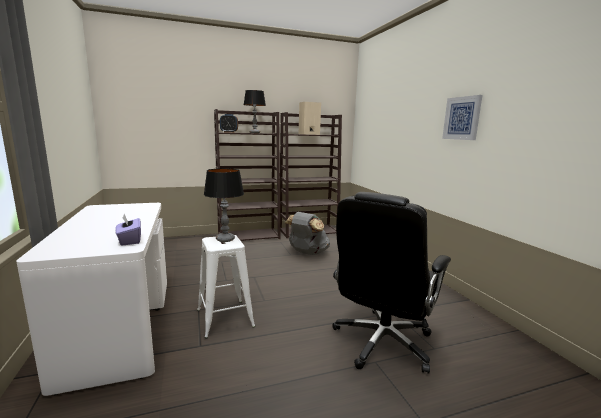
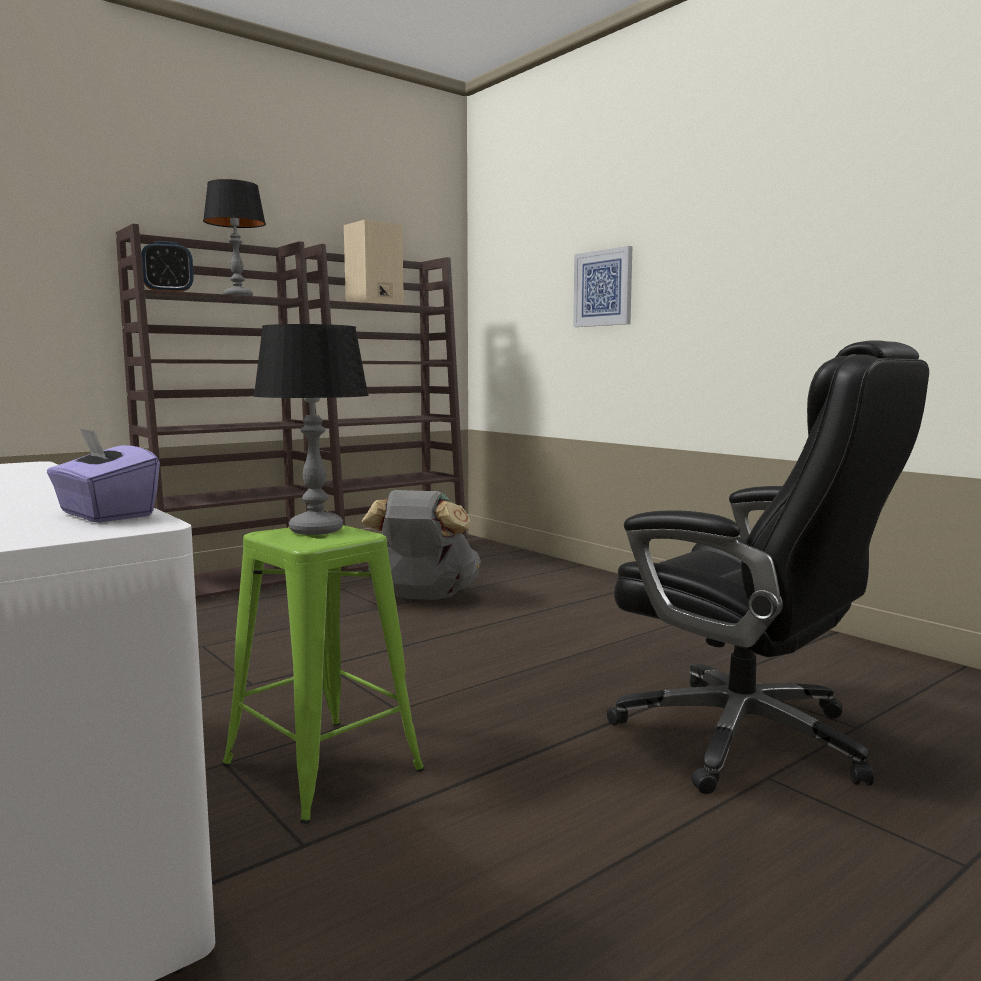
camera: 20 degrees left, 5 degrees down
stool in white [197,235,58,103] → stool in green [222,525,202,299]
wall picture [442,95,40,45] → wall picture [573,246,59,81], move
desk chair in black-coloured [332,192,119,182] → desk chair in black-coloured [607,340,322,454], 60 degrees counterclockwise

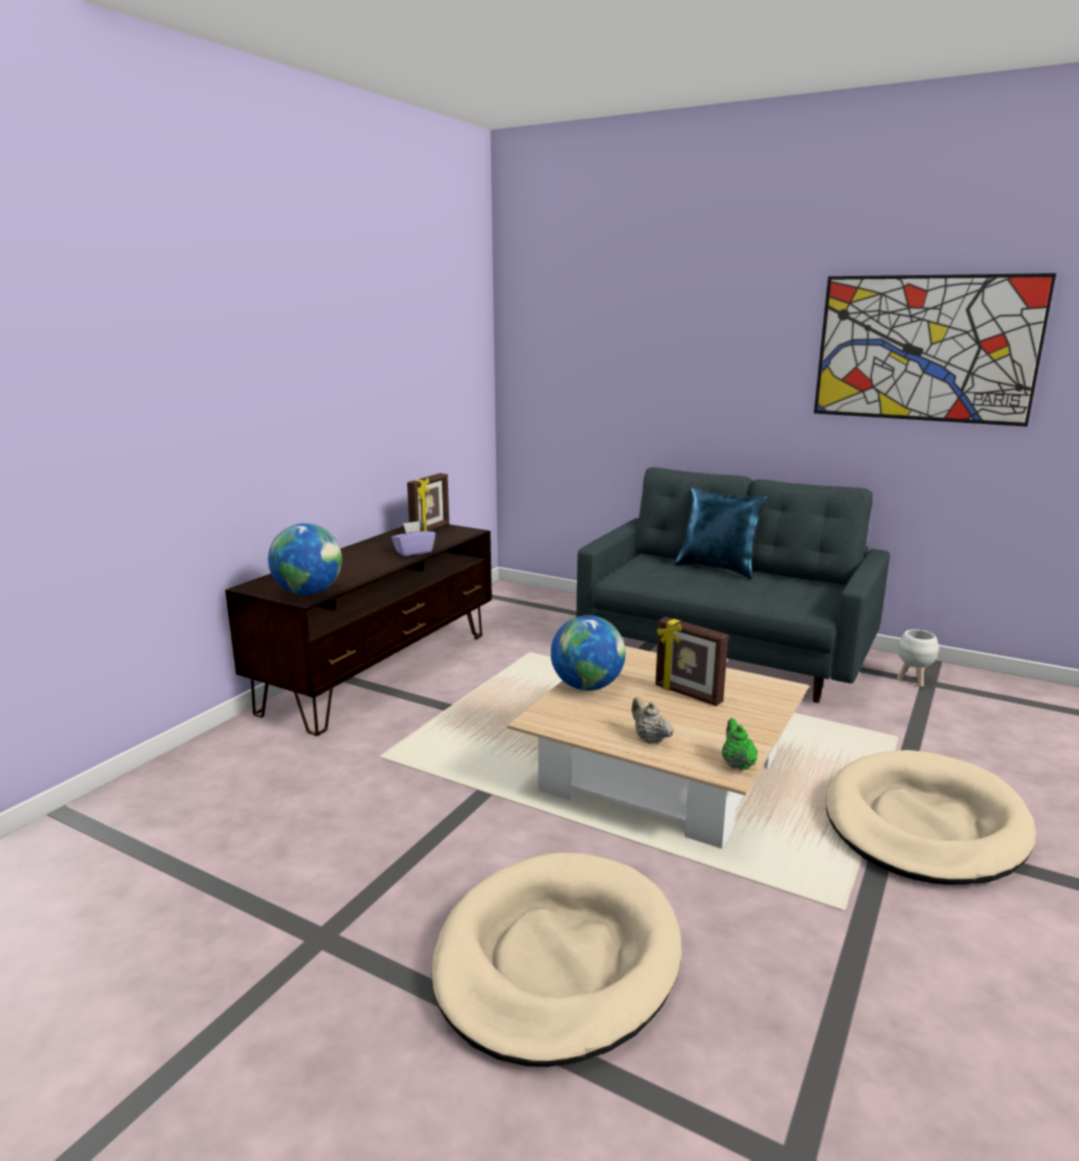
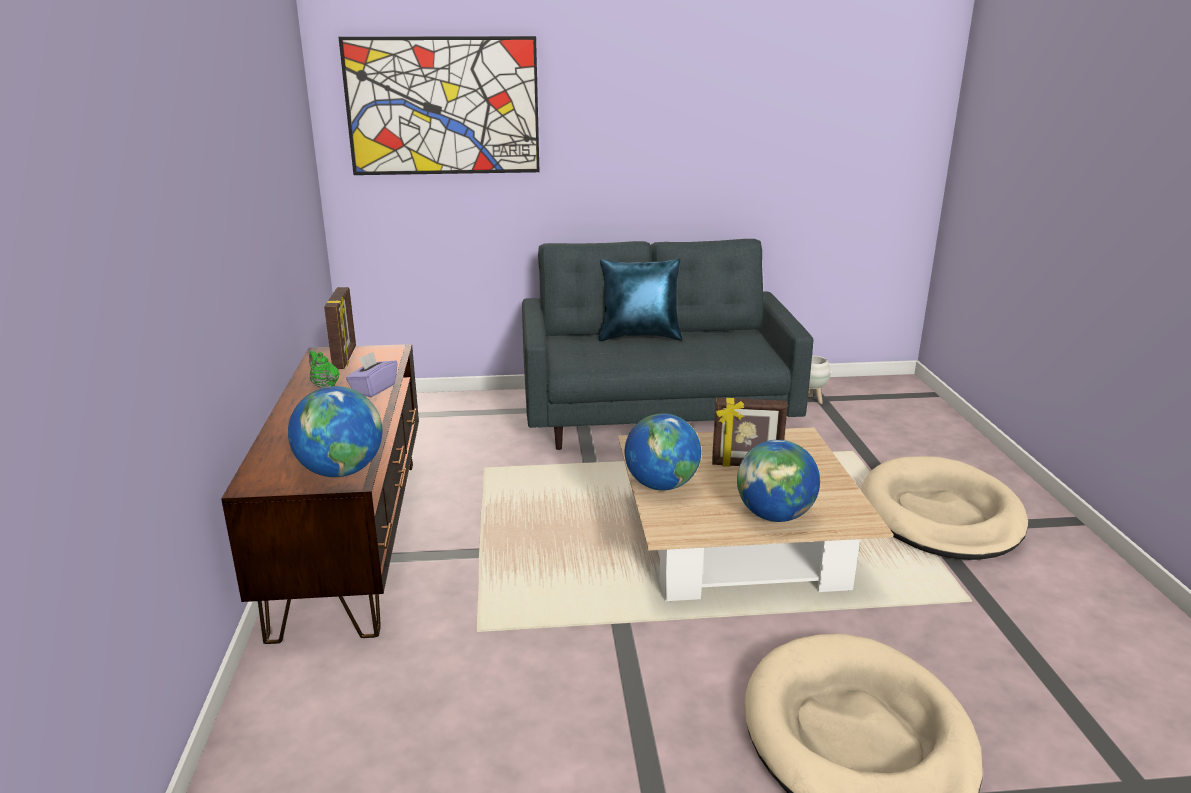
camera: 35 degrees left, 5 degrees up
pot for tea in green [722,718,36,53] → pot for tea in green [309,351,30,37], move
wall picture [814,273,242,154] → wall picture [339,36,200,139], move
pot for tea in beige-coloured [632,697,42,47] → globe [737,440,83,82]

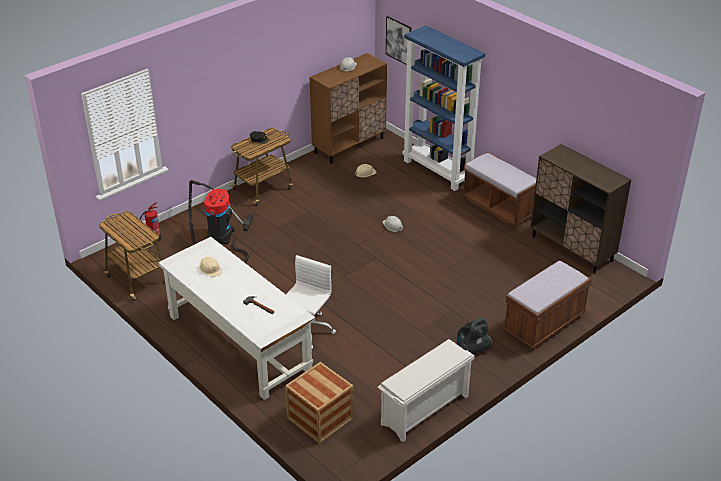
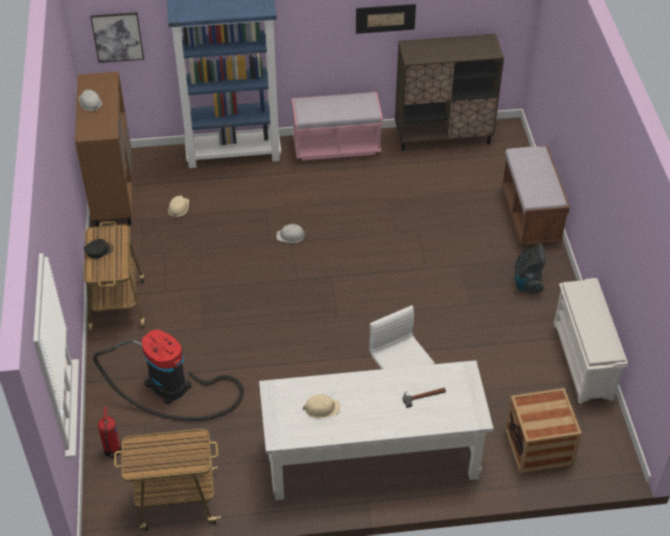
camera: 55 degrees left, 10 degrees up
bench in brown-coloured [462,152,74,75] → bench in pinkish [292,92,91,69]
- → wall picture [356,4,60,30]

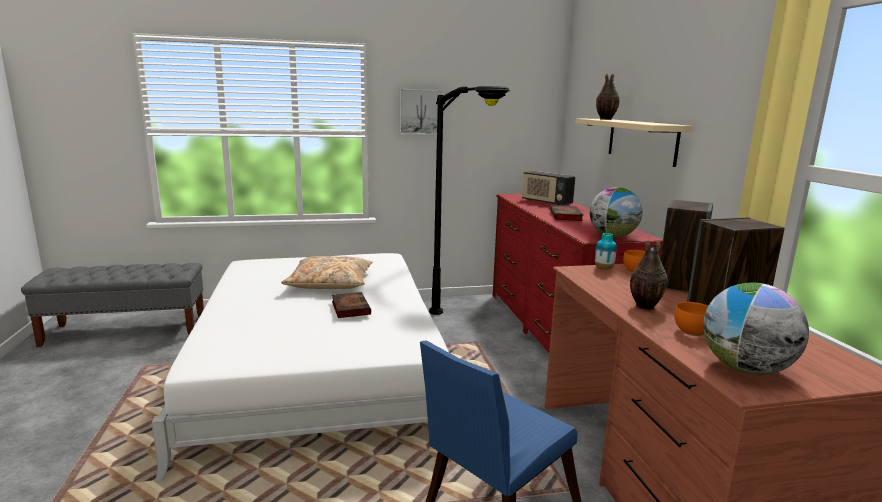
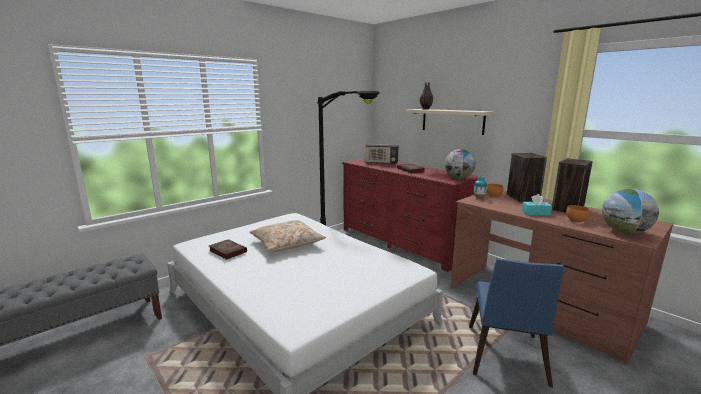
camera: 30 degrees left, 0 degrees up
book [332,292,39,26] → book [209,239,38,21], move
vase [630,241,38,69] → tissue box in blue-green [522,194,30,22]
wall picture [399,89,45,46] → -

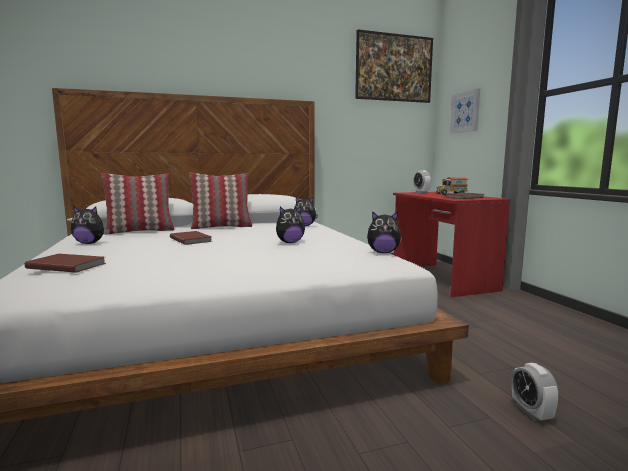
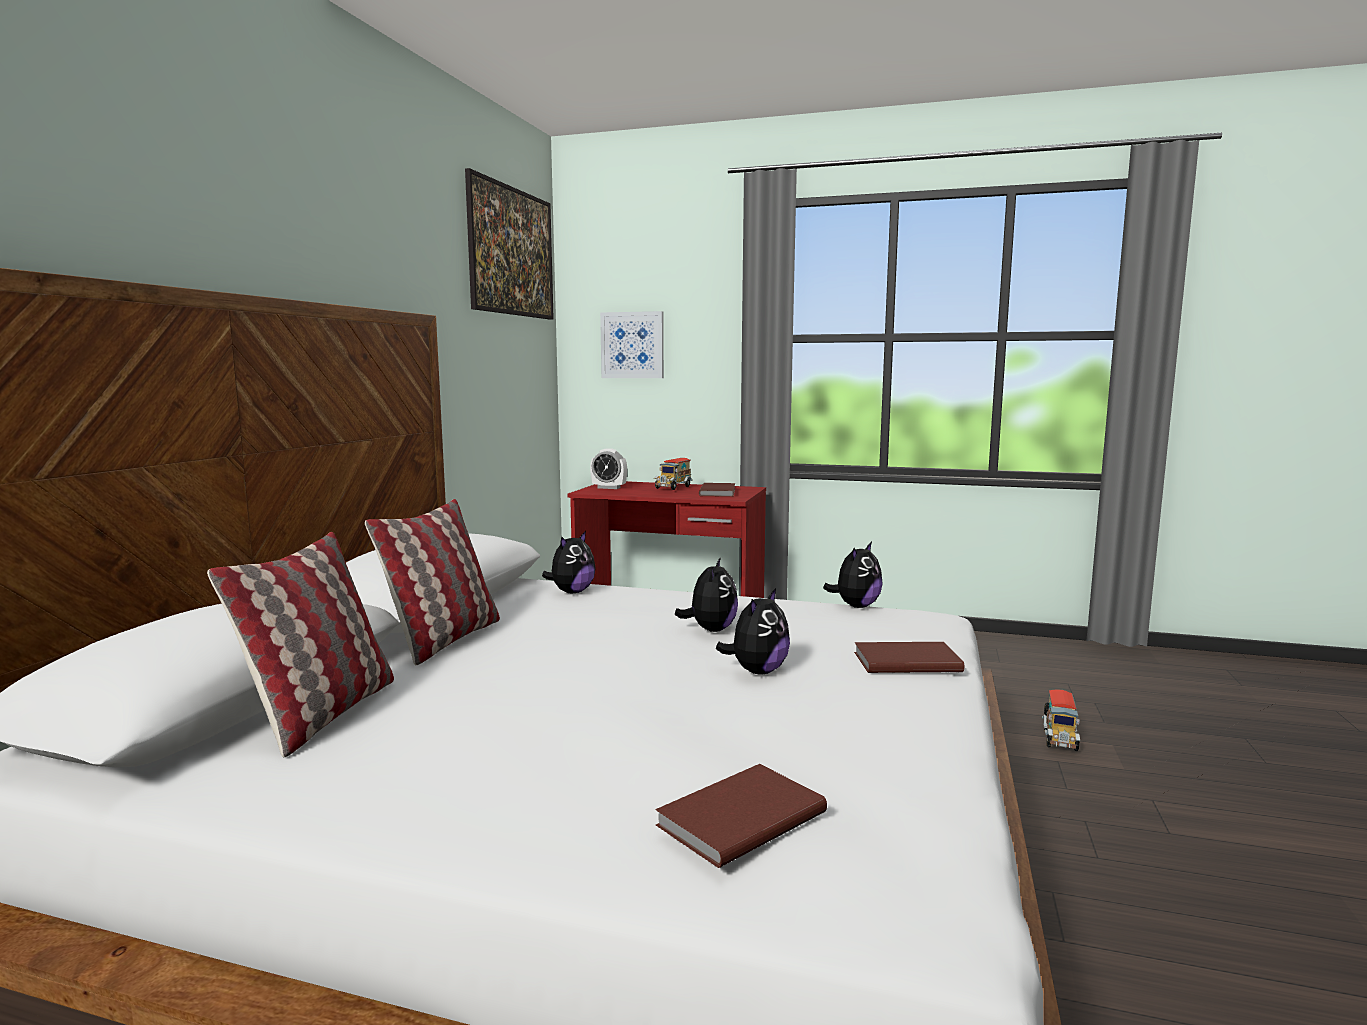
camera: 55 degrees left, 0 degrees up
soft toy [71,206,39,38] → soft toy [716,588,74,86], move
book in brown-coloured [170,231,42,14] → book in brown-coloured [854,642,110,31], move
bedside clock [512,363,46,58] → toy lorry [1042,689,38,62]

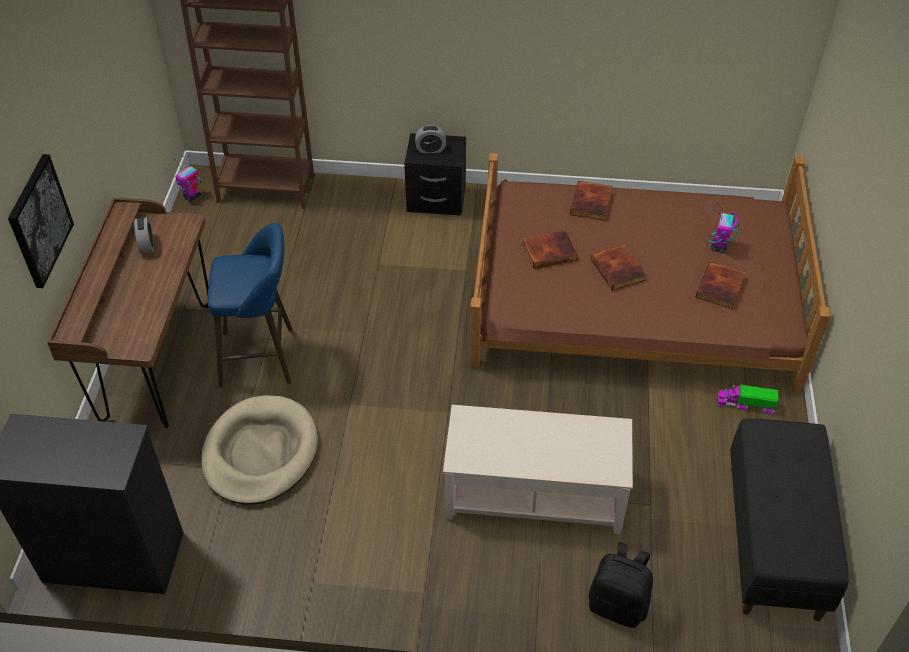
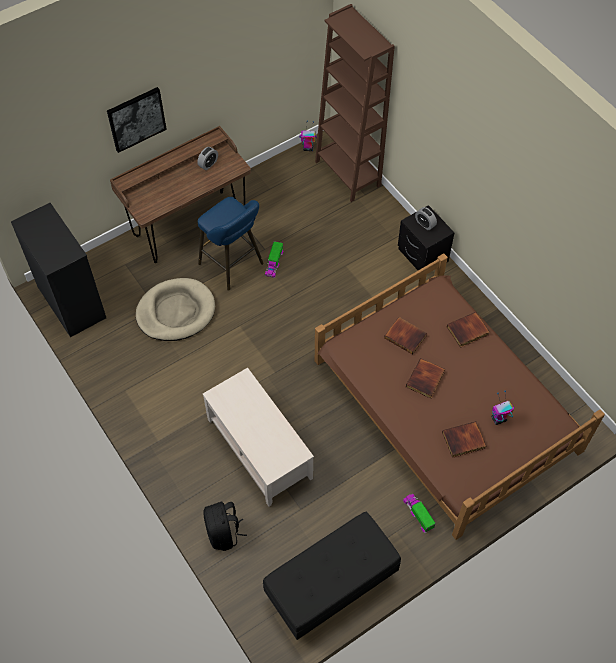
camera: 50 degrees right, 10 degrees up
- → toy lorry [265,241,18,37]

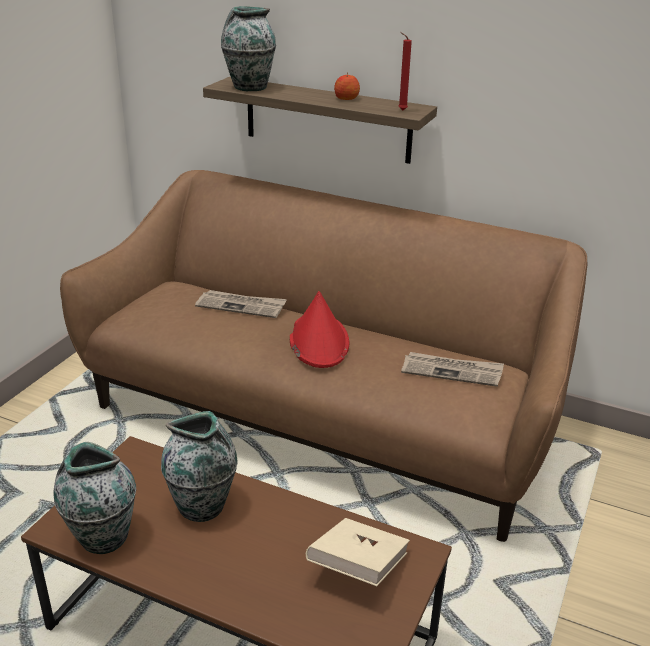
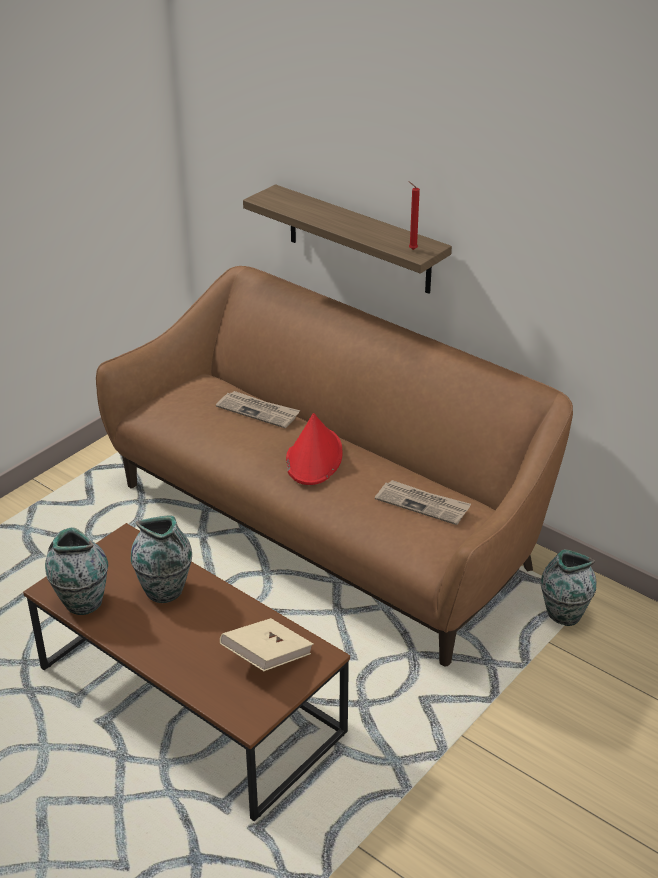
camera: 15 degrees right, 5 degrees up
vase [221,6,55,85] → vase [541,549,55,77], move
apple fruit [334,72,26,28] → -

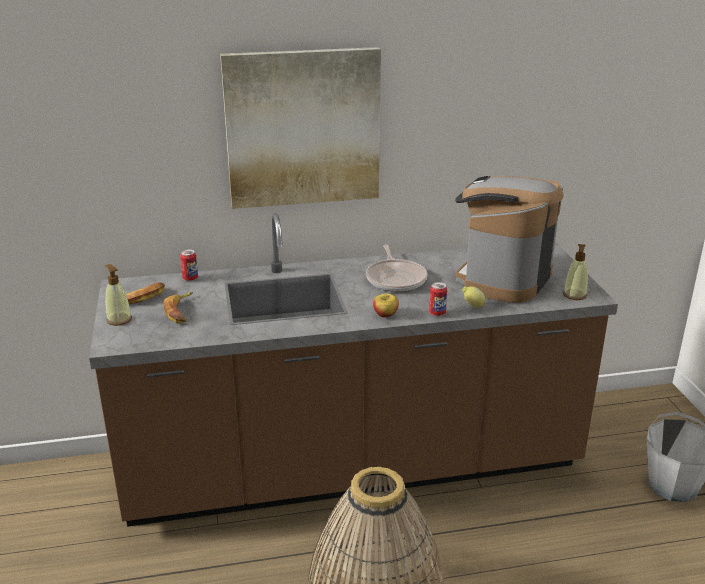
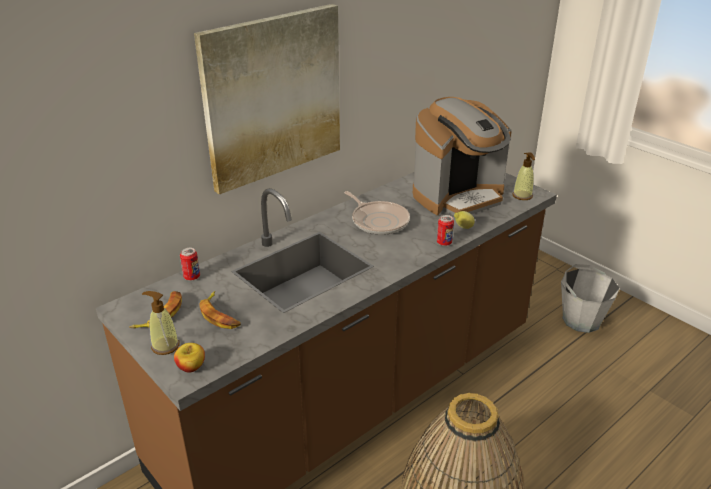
camera: 30 degrees left, 5 degrees up
apple fruit [373,293,26,24] → apple fruit [174,343,31,30], move
coffee maker [455,176,109,127] → coffee maker [413,97,99,119], 120 degrees counterclockwise

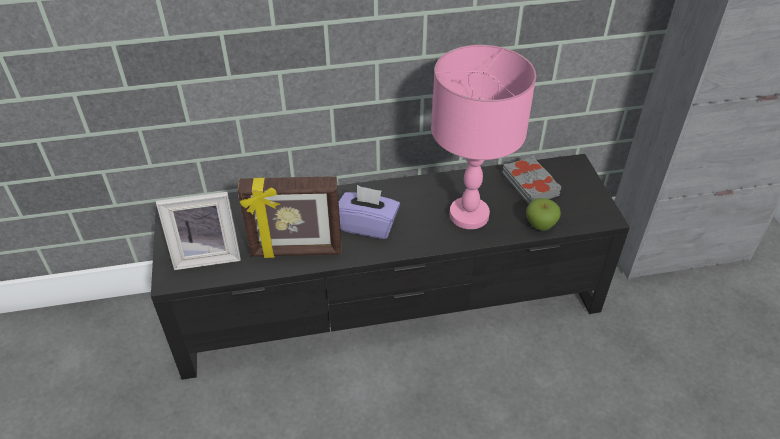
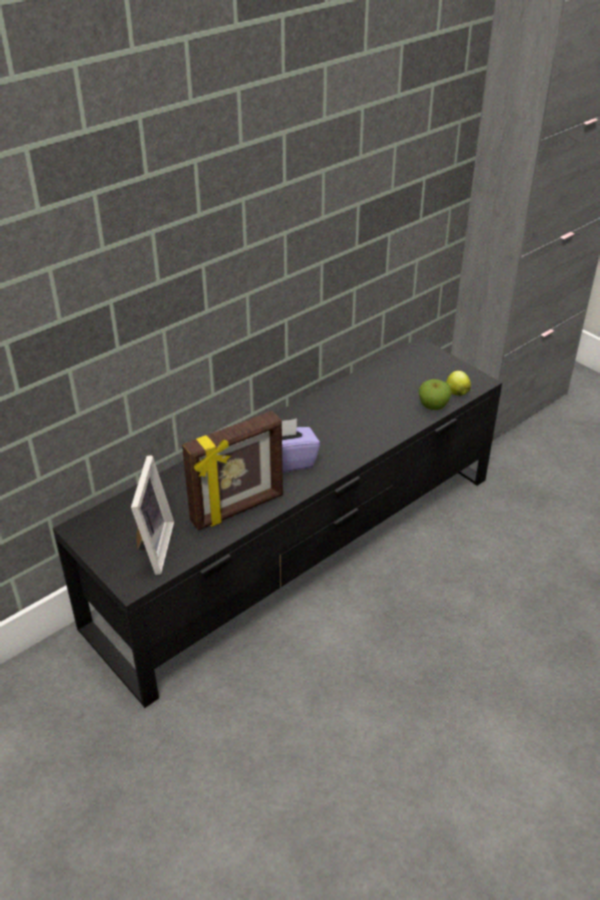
camera: 30 degrees left, 5 degrees down
photo frame [156,192,85,78] → photo frame [131,455,43,120], 45 degrees counterclockwise
- → apple fruit [446,371,25,25]
lamp for a table in pinkish [431,45,105,184] → -
book in greyish [503,155,59,49] → -

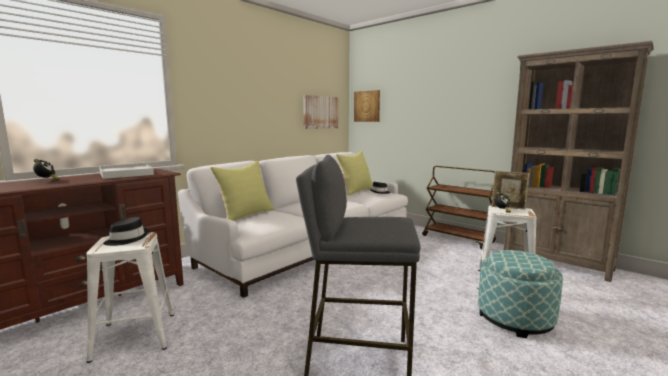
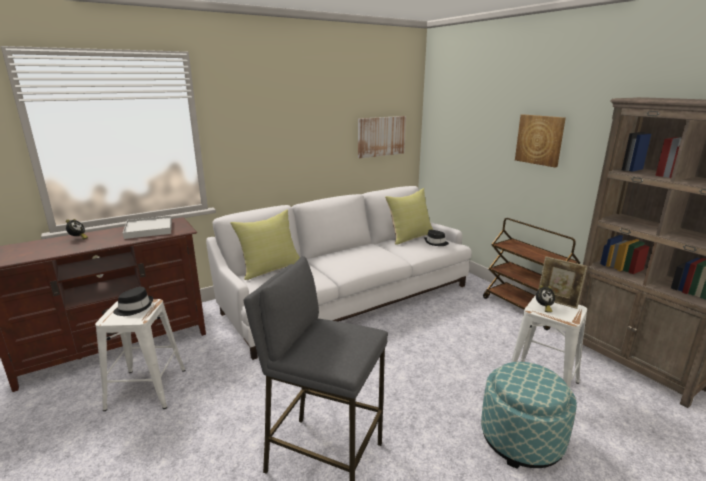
camera: 15 degrees right, 10 degrees up
wall picture [354,90,26,32] → wall picture [515,114,51,53], move

